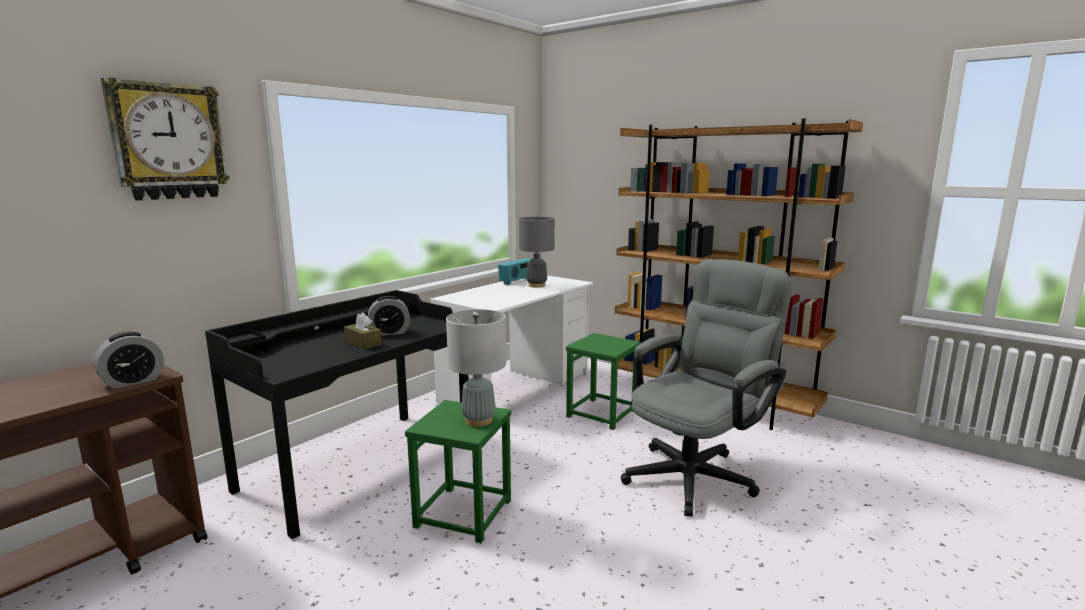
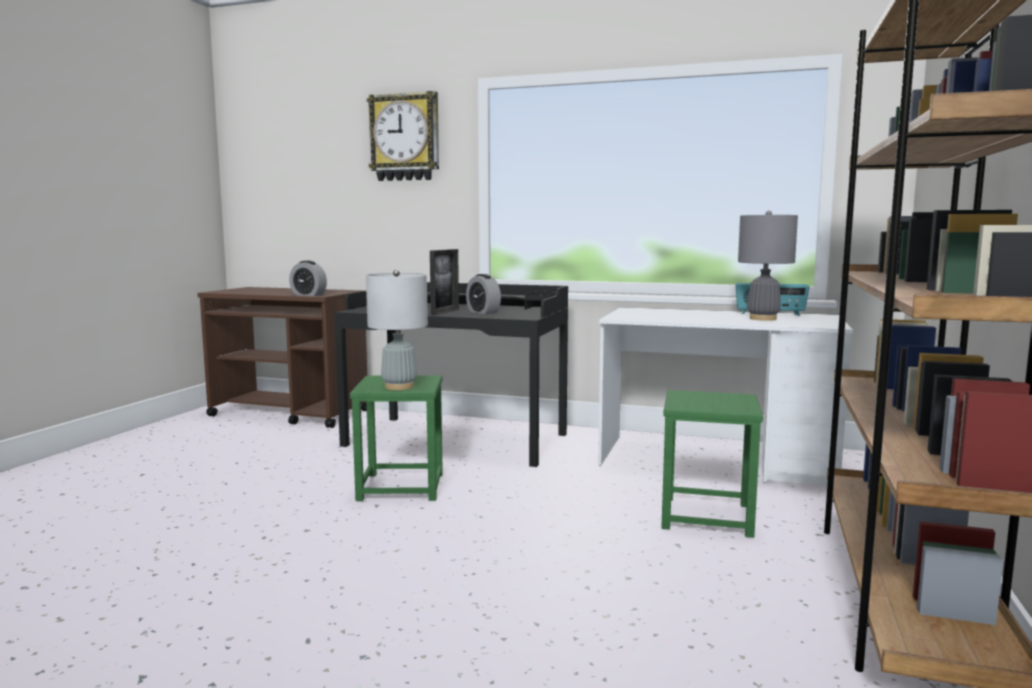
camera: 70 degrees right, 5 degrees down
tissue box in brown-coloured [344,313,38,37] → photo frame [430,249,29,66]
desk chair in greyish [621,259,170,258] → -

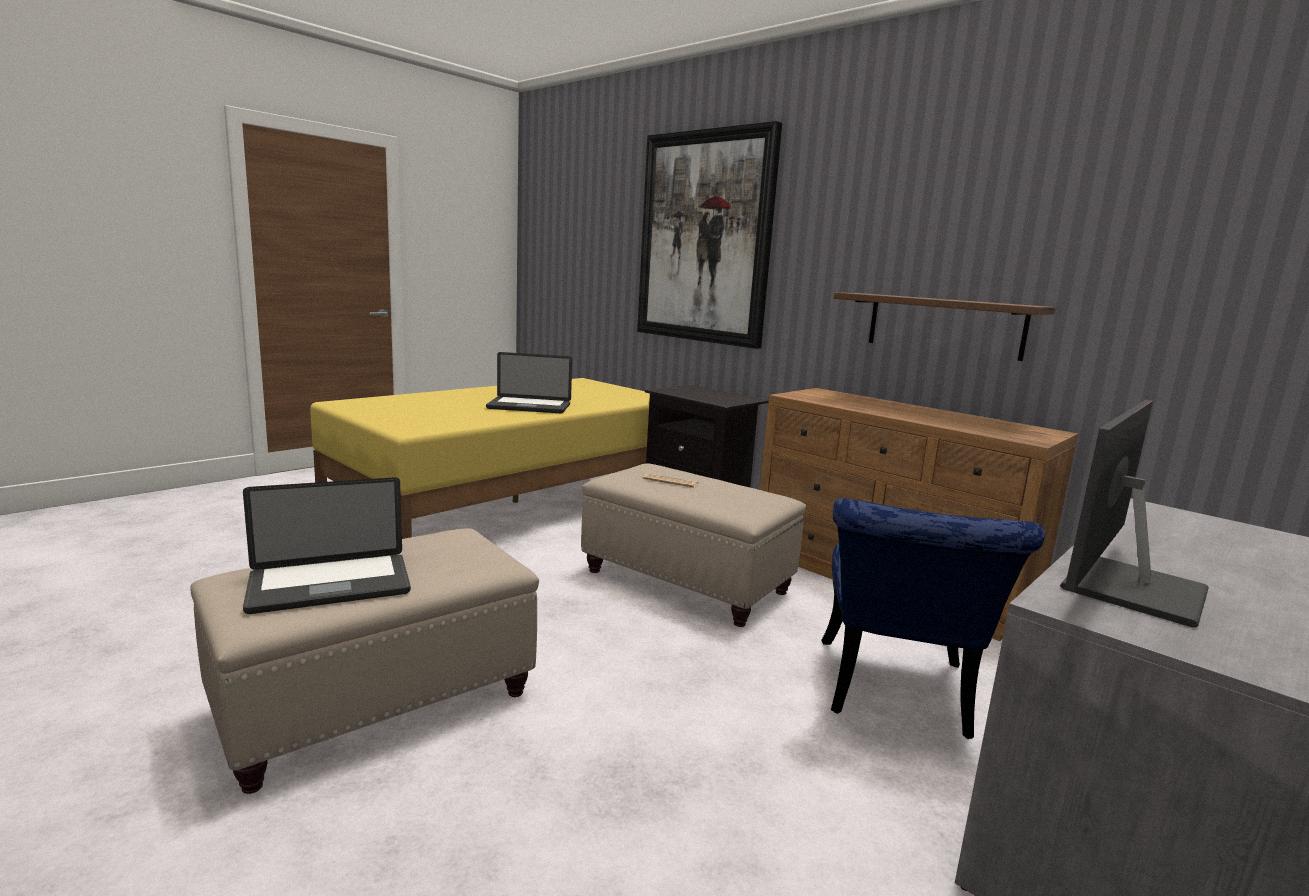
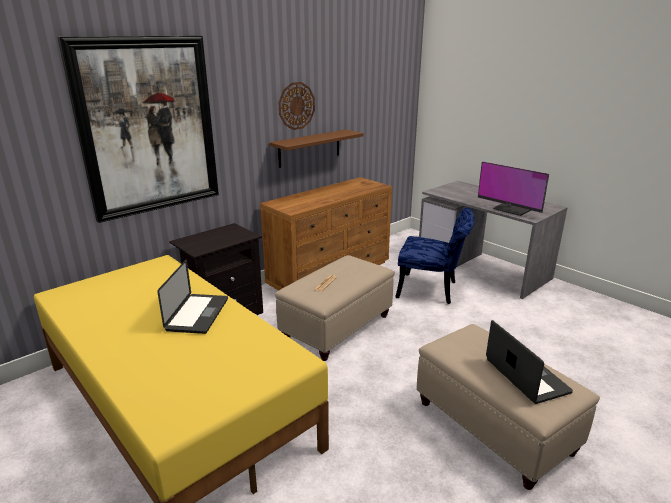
camera: 85 degrees left, 10 degrees up
- → hanging clock [278,82,37,48]

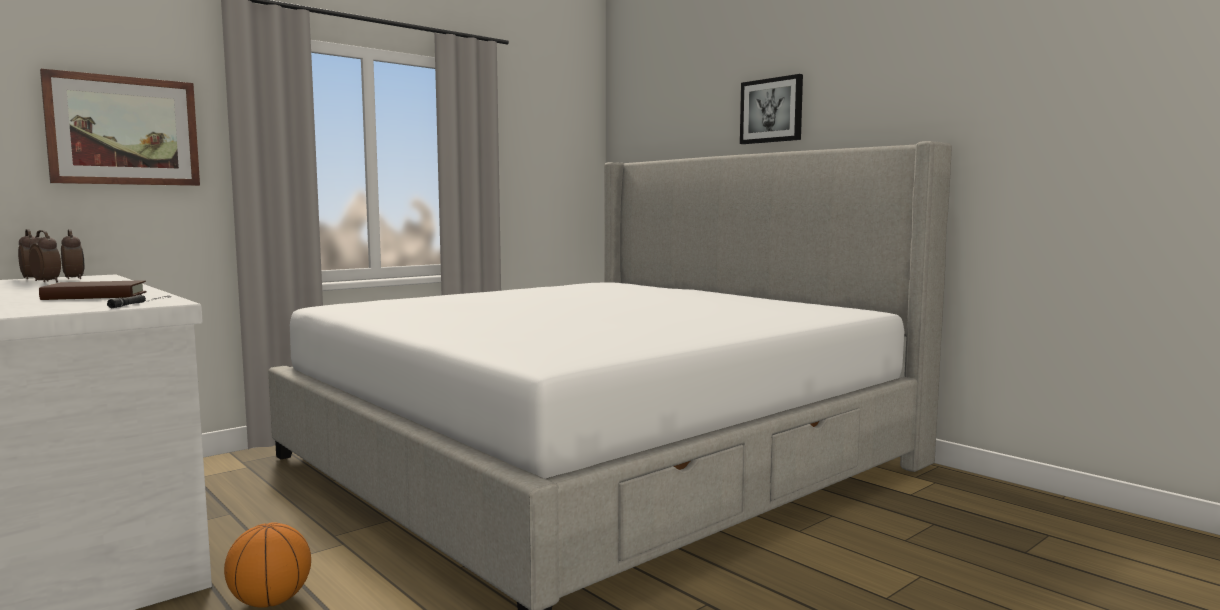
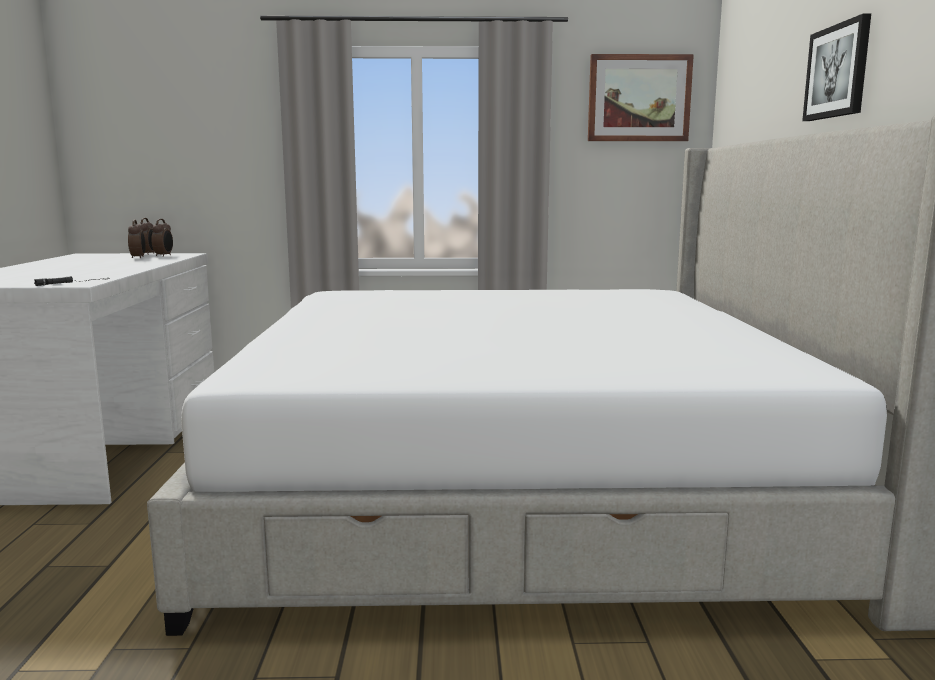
camera: 40 degrees right, 5 degrees up
wall picture [40,69,160,117] → wall picture [588,54,106,87], move
book in brown-coloured [39,280,108,20] → -
basketball [224,522,87,86] → -

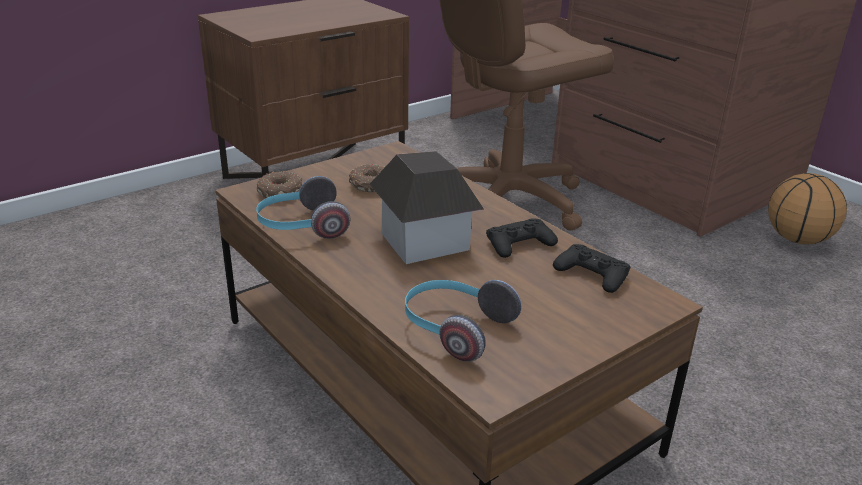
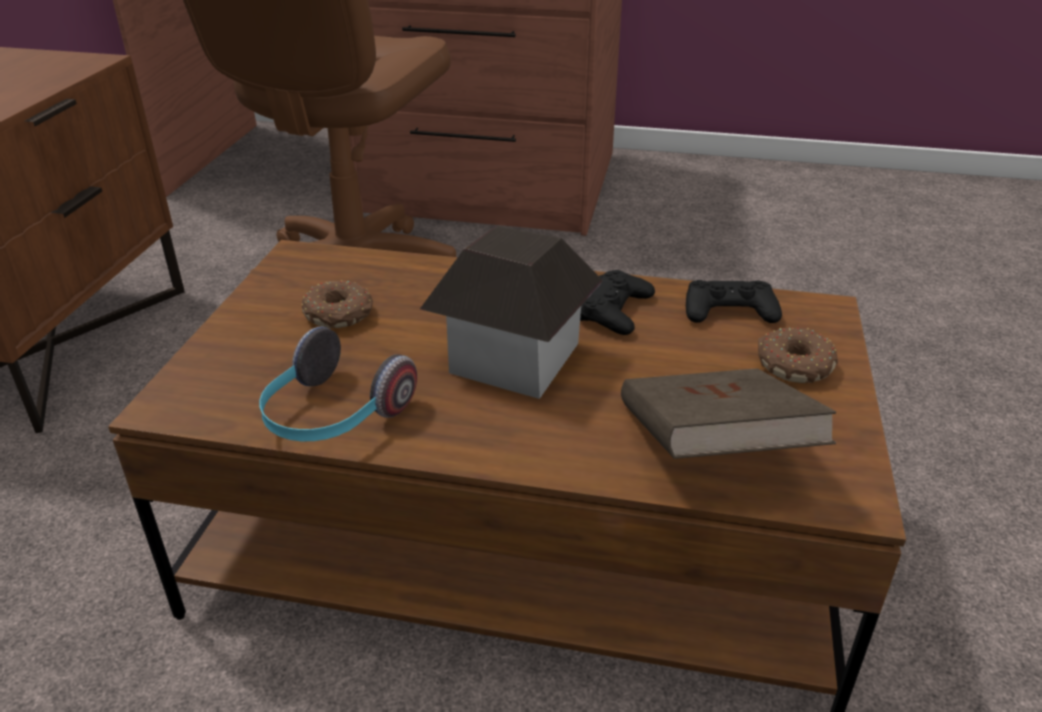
camera: 40 degrees left, 5 degrees up
headset [405,280,116,82] → book in brown-coloured [621,368,215,91]
donut [257,171,45,27] → donut [758,328,80,55], move
basketball [768,173,79,71] → -

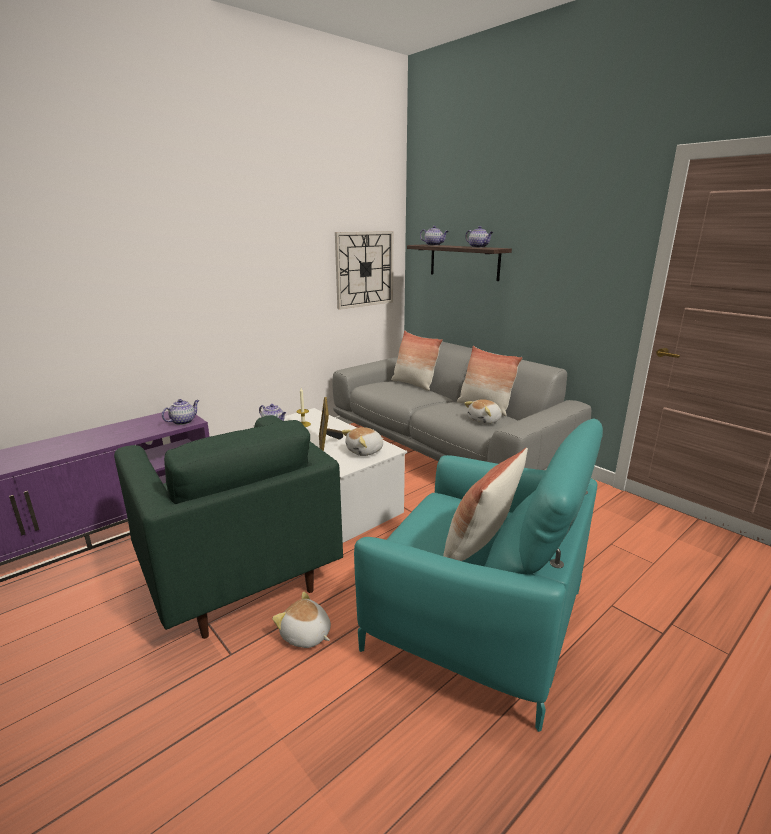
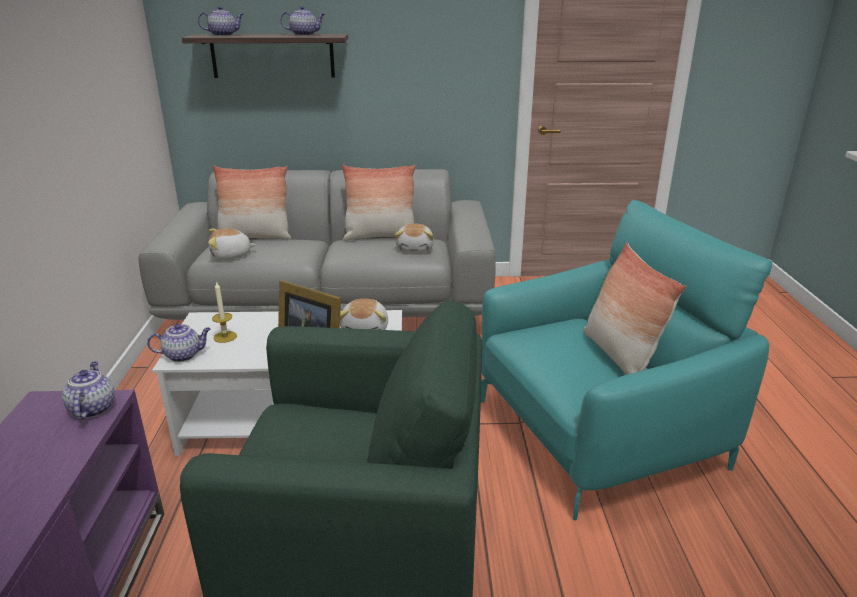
camera: 50 degrees left, 5 degrees up
soft toy [272,592,59,56] → soft toy [208,228,48,32], move
hanging clock [335,231,58,79] → -

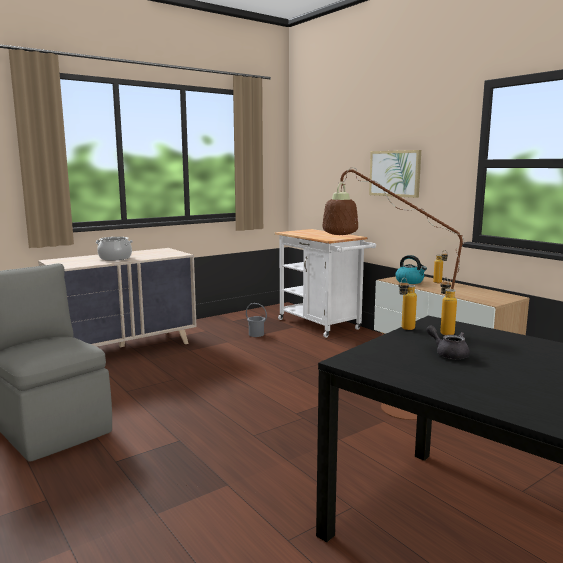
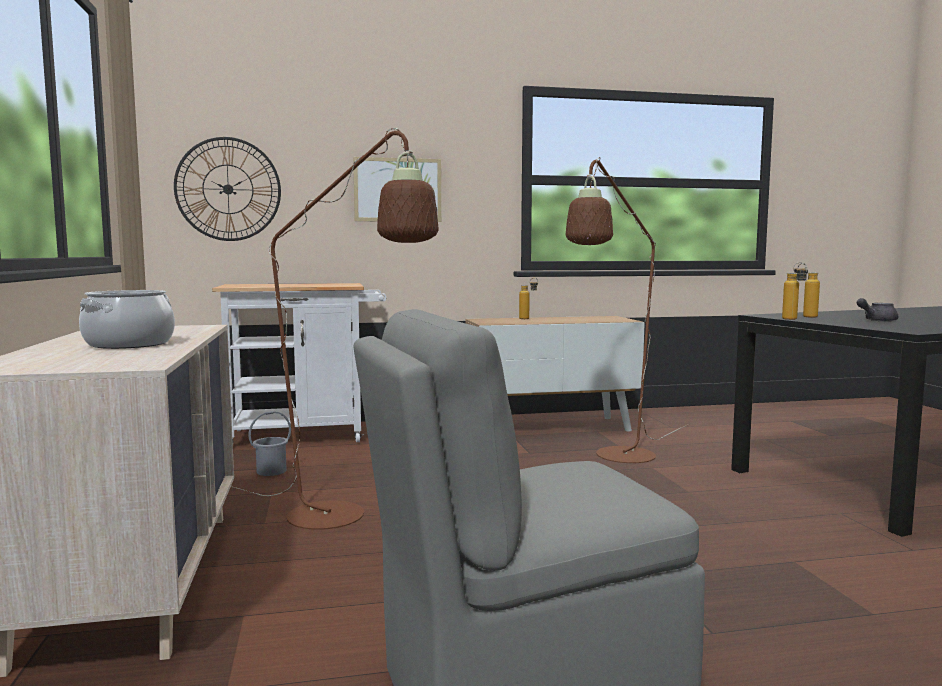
camera: 65 degrees left, 5 degrees down
- → hanging clock [174,137,107,104]
- → standing lamp in brown-coloured [231,128,208,402]
water kettle [395,255,32,29] → -

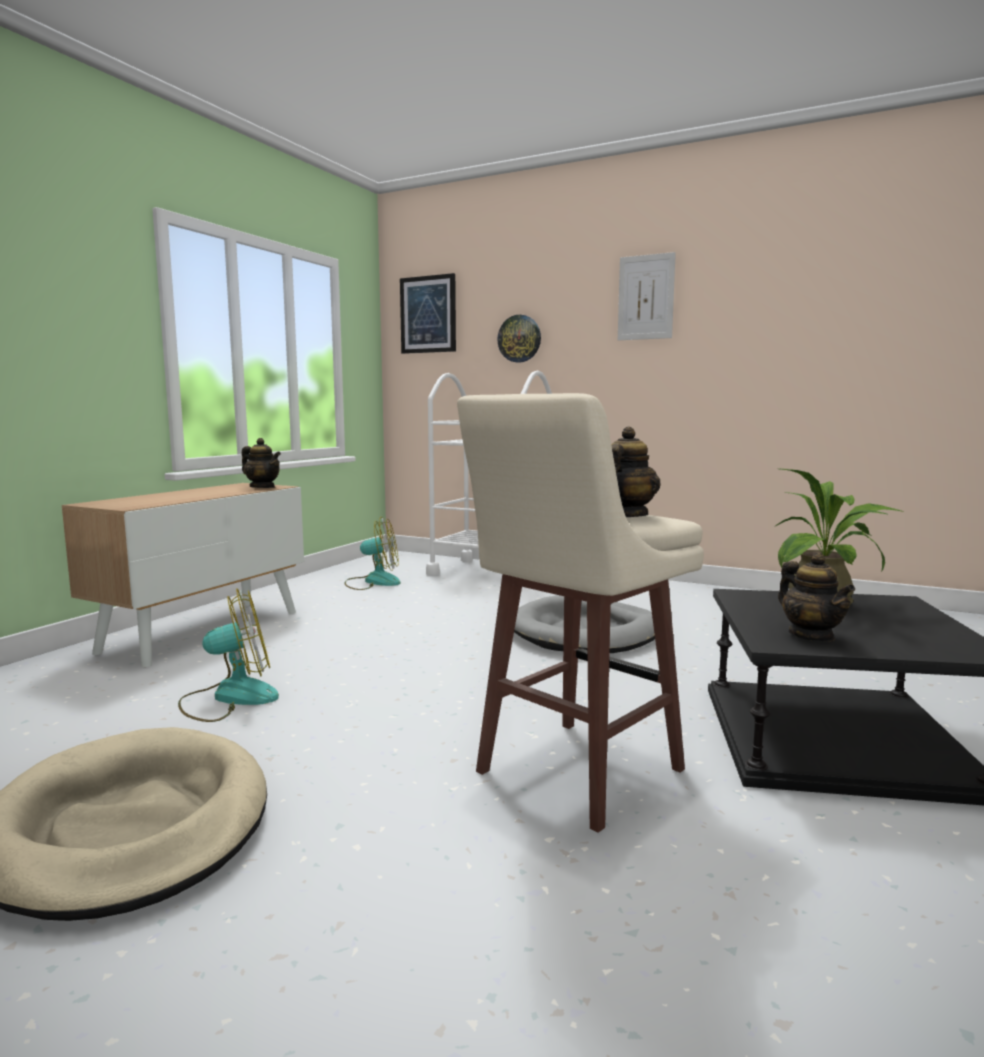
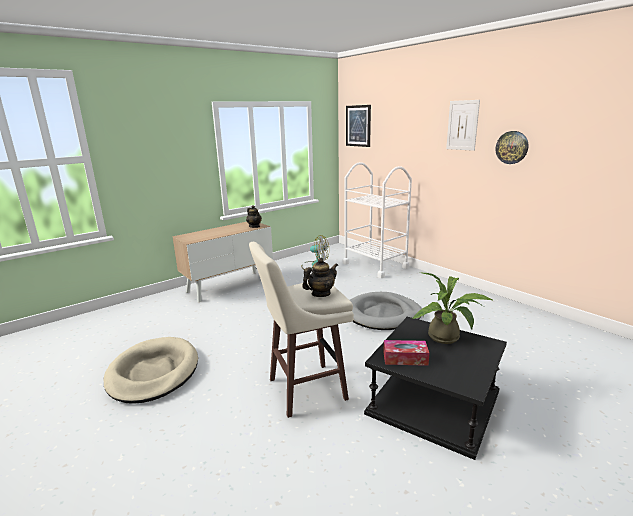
camera: 25 degrees right, 10 degrees up
pot for tea [778,553,77,89] → tissue box [383,340,46,26]
hanging clock [497,315,44,48] → hanging clock [496,131,32,33], move
fan [178,588,101,134] → -

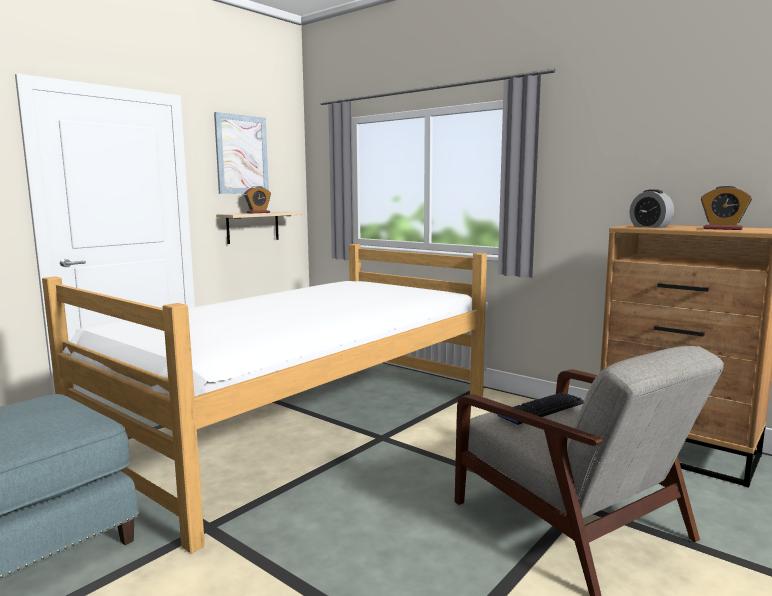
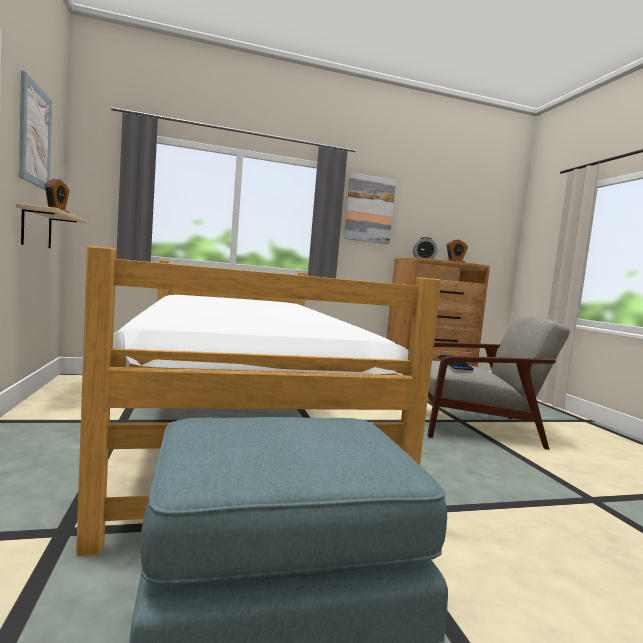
camera: 55 degrees left, 5 degrees down
- → wall picture [344,173,52,71]

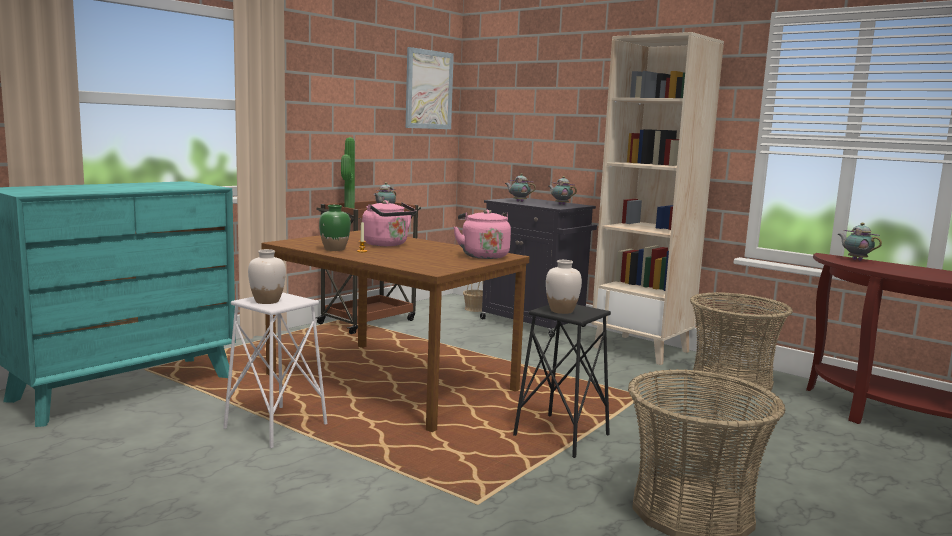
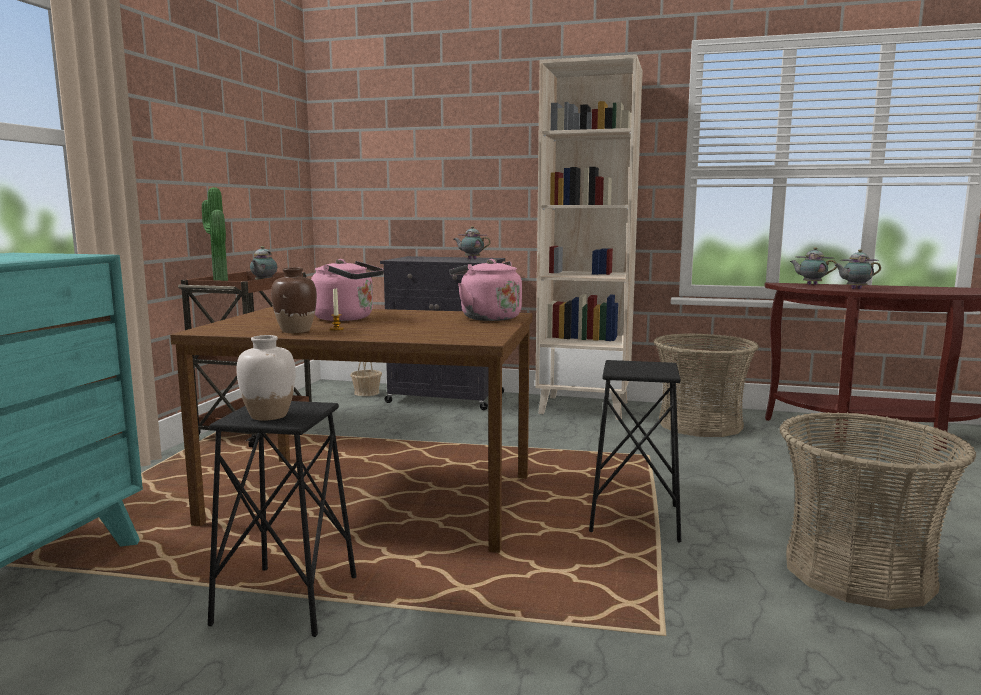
camera: 25 degrees left, 0 degrees up
stool in white [223,292,104,156] → stool in black-coloured [208,401,149,236]
vase in green [319,205,32,46] → vase in brown-coloured [271,267,46,66]
pot for tea [505,173,31,29] → pot for tea [834,249,47,40], move
wall picture [406,47,48,82] → -
vase in white [546,260,36,54] → -

